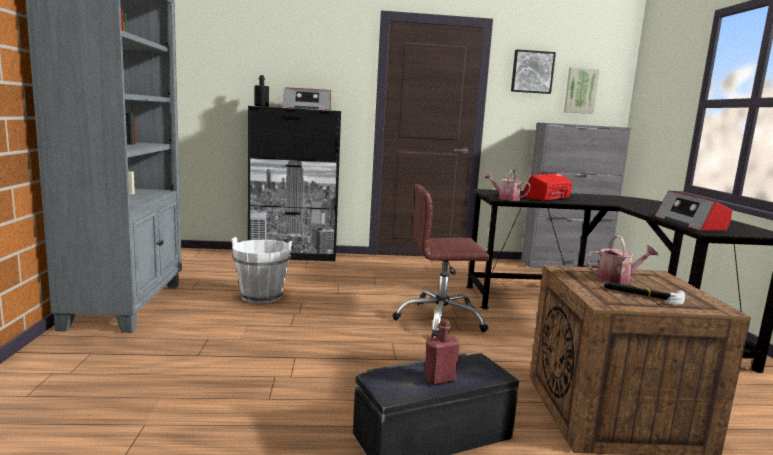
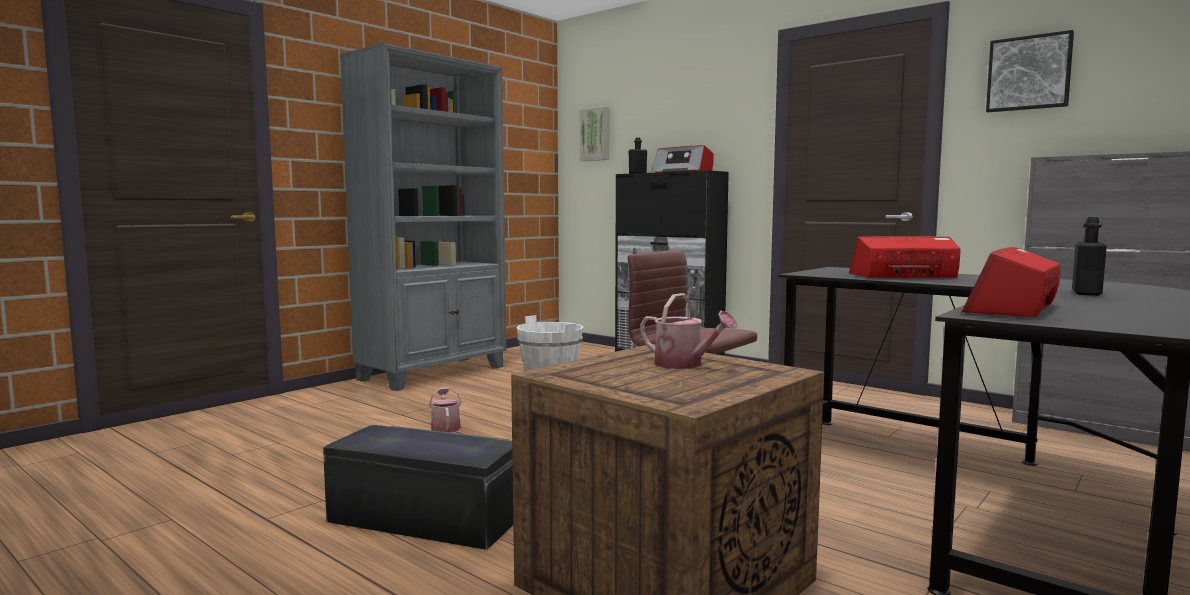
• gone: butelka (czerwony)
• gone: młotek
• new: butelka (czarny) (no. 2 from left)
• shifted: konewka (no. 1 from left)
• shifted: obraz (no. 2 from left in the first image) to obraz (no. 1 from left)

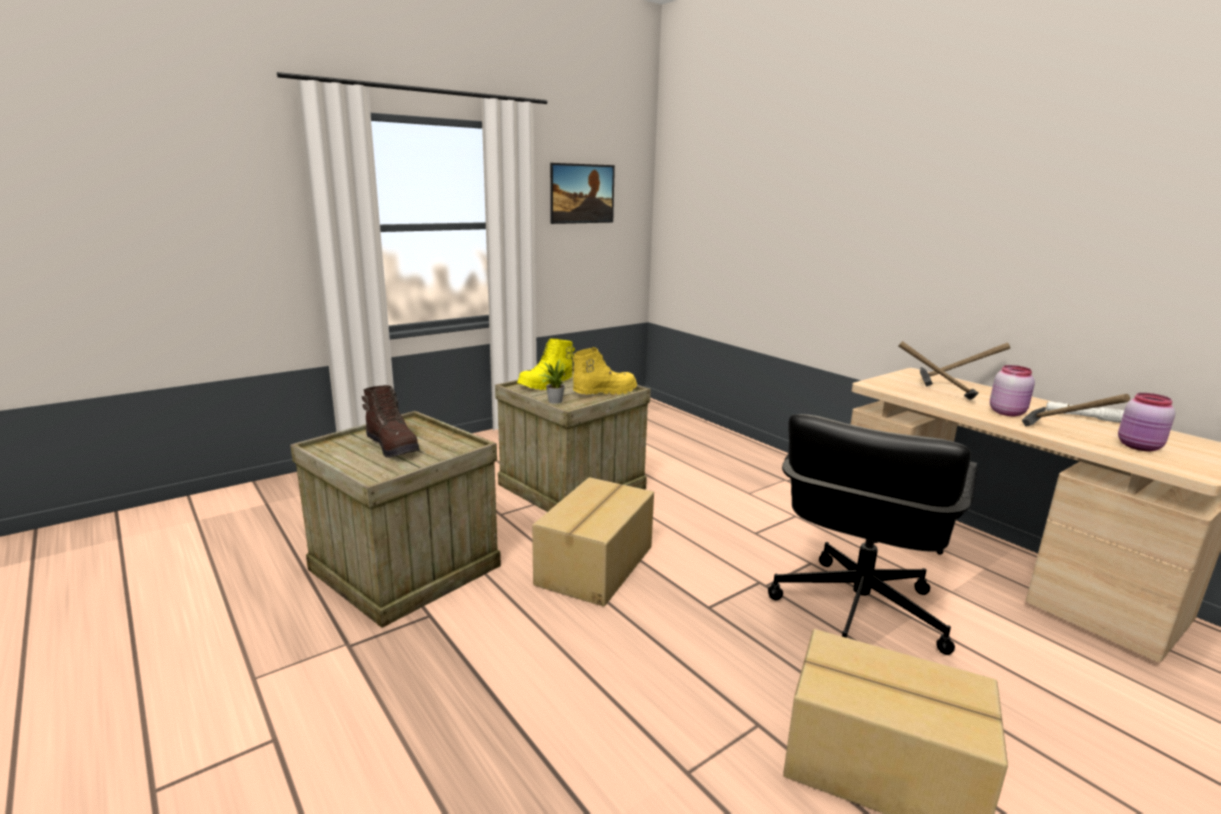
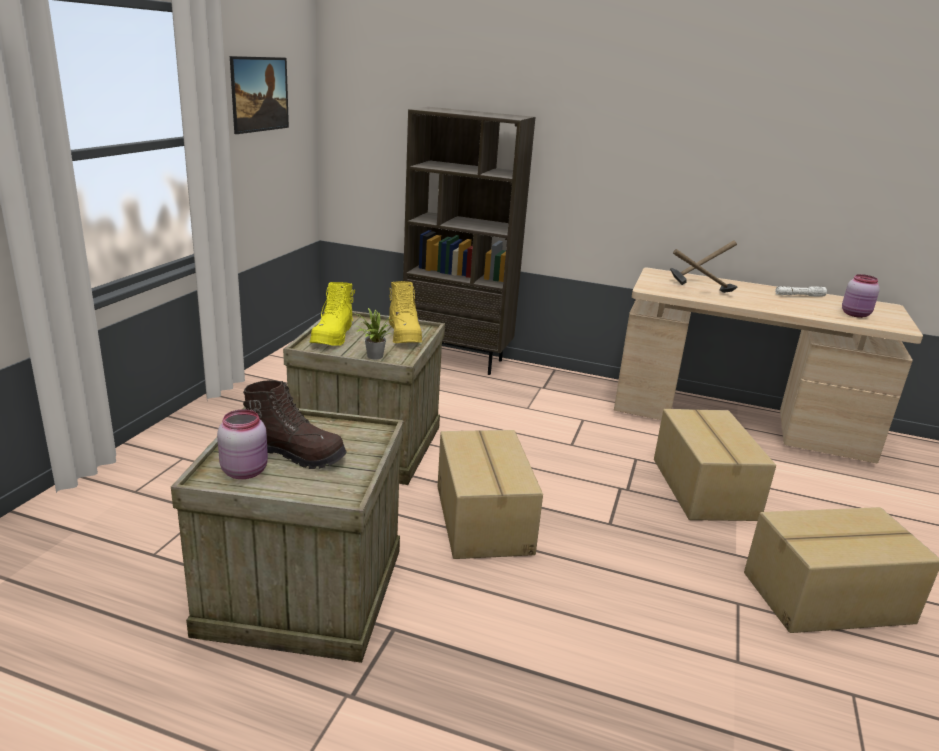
• gone: młotek (no. 3 from left)
• new: regał (brązowy)
• shifted: słoik (różowy) (no. 1 from left)
• swapped: krzesło biurowe (czarny) to karton (no. 2 from left)
• rotated: but z cholewką (żółty) (no. 2 from left) 135 degrees clockwise

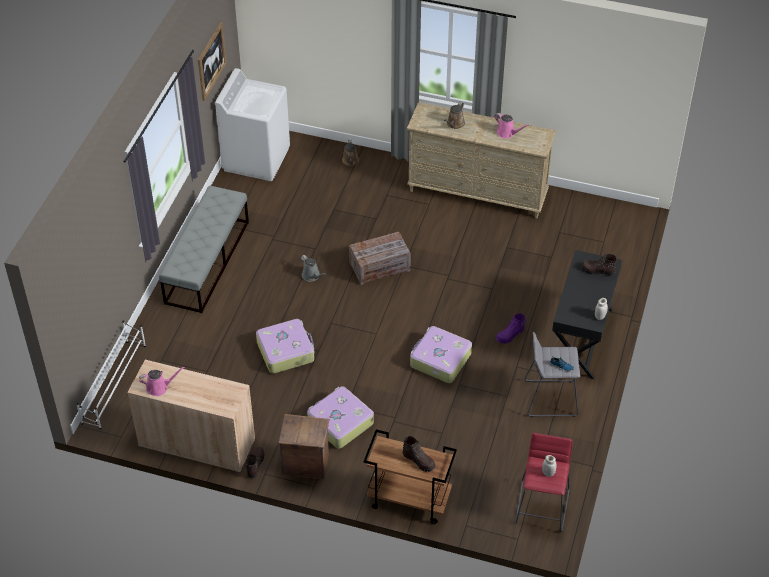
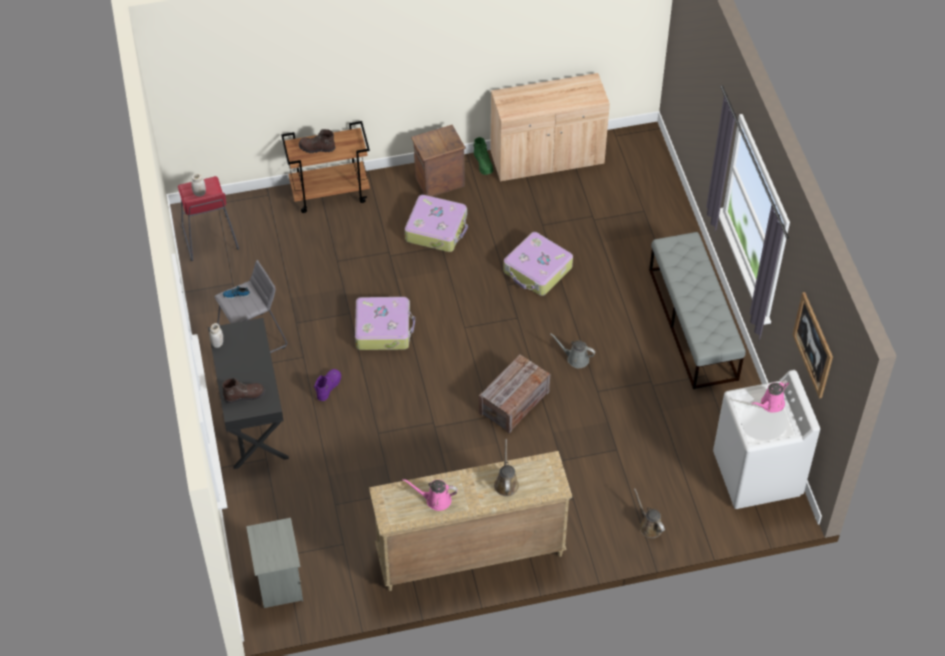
• gone: regał na buty (biały)
• new: szafka nocna (szary)
• shifted: konewka (różowy) (no. 1 from left in the first image) to konewka (różowy) (no. 2 from left)
• repainted: but z cholewką (brązowy) (no. 1 from left) to but z cholewką (zielony)

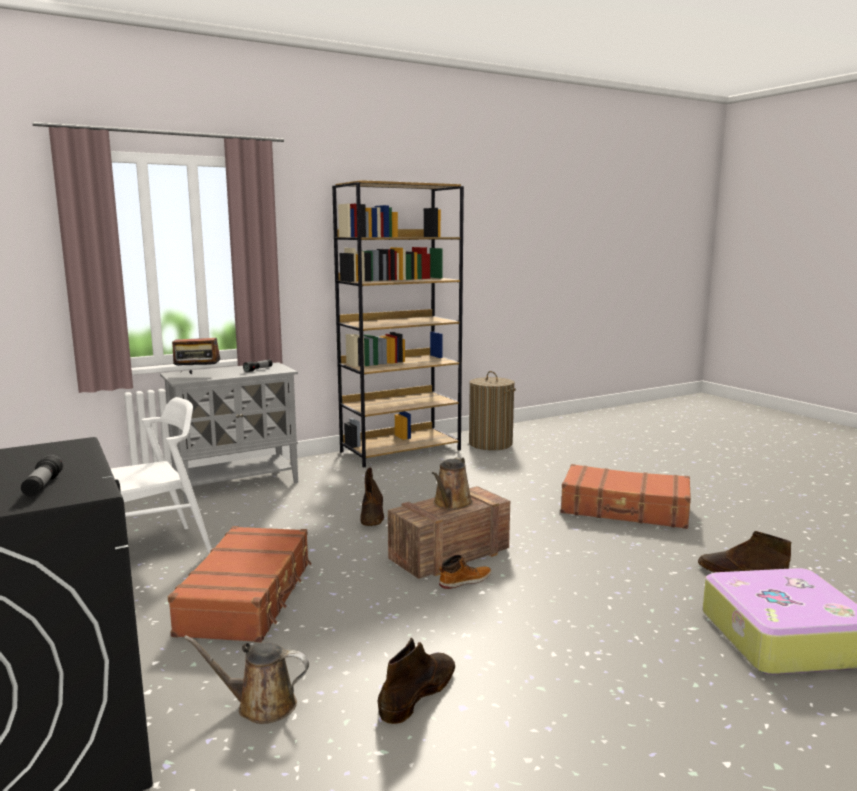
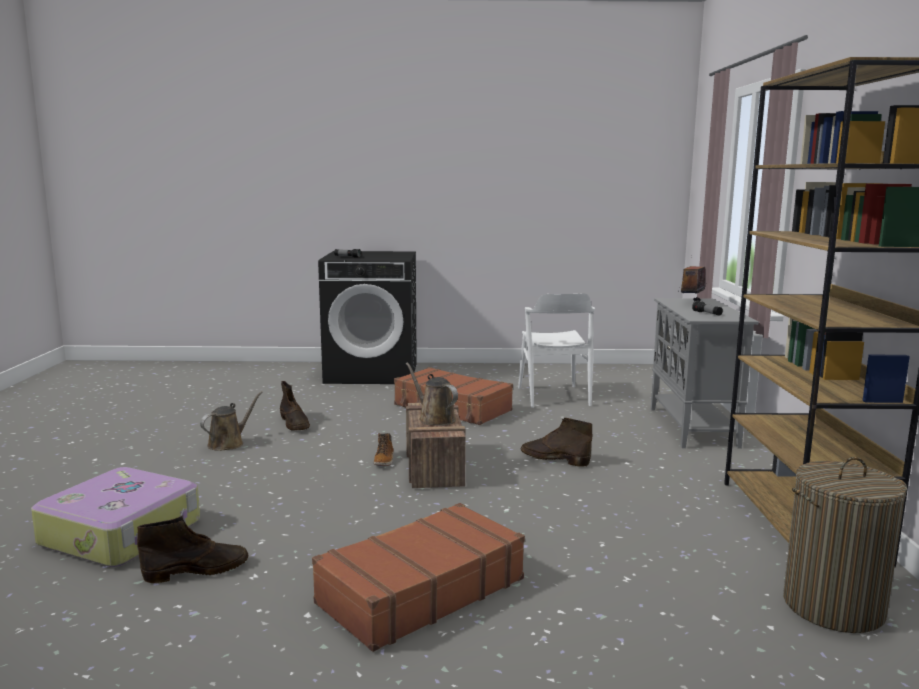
• shifted: konewka (brązowy) (no. 1 from left)

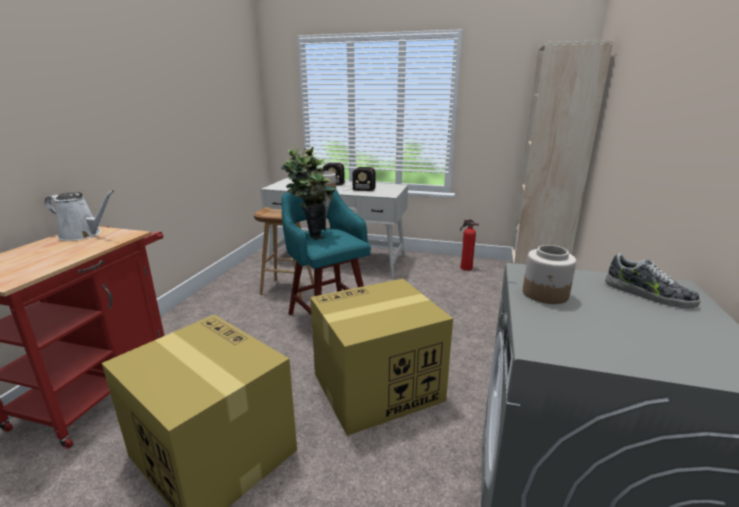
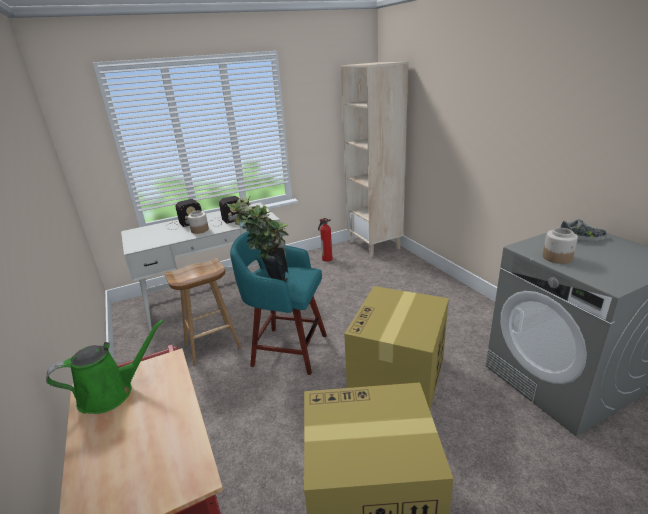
• repainted: konewka (biały) to konewka (zielony)

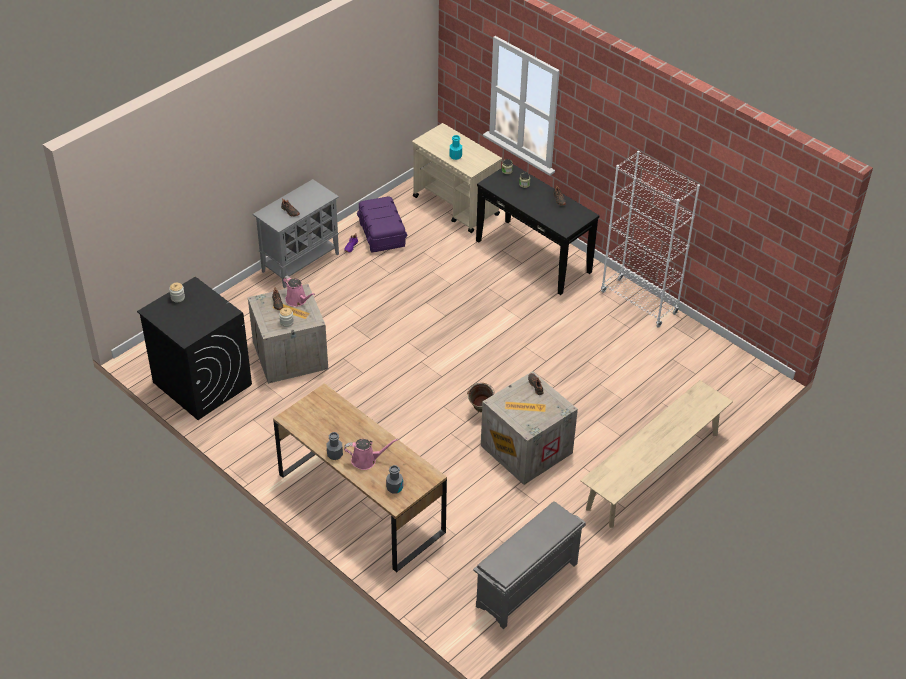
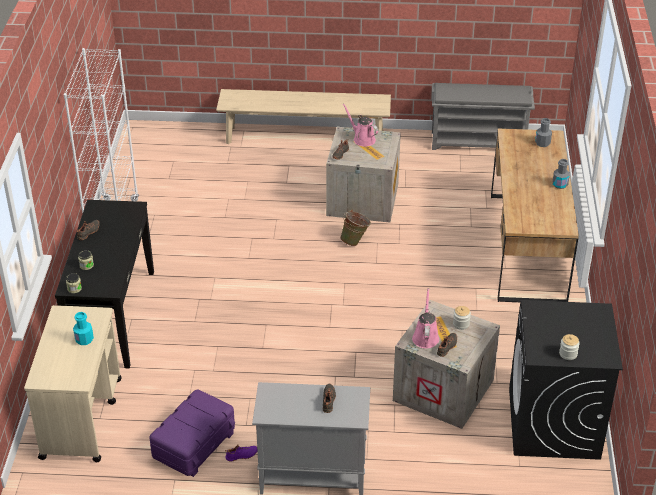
• shifted: konewka (różowy) (no. 2 from left in the first image) to konewka (różowy) (no. 1 from left)

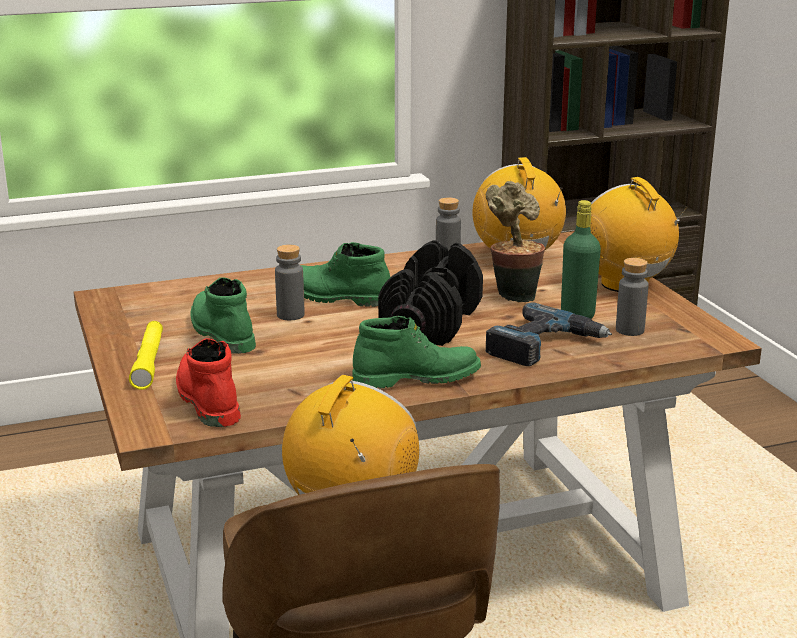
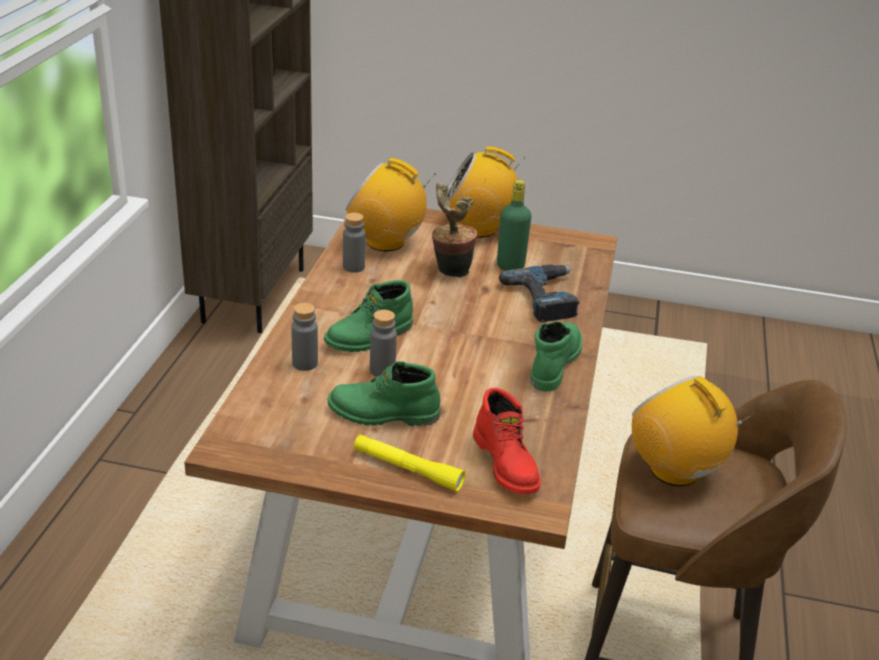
• gone: hantel (czarny)
• shifted: butelka (szary) (no. 3 from left in the first image) to butelka (szary) (no. 1 from left)
• rotated: but z cholewką (czerwony) 120 degrees counterclockwise

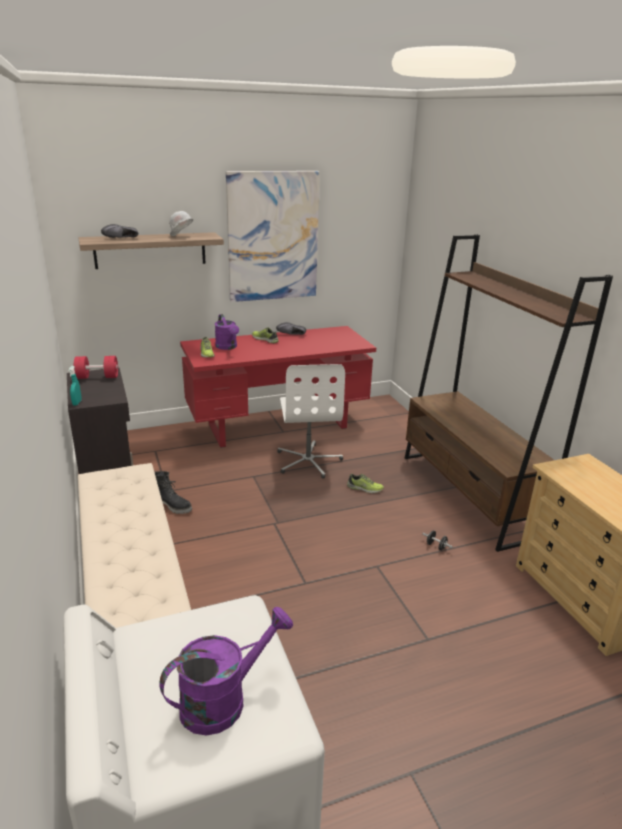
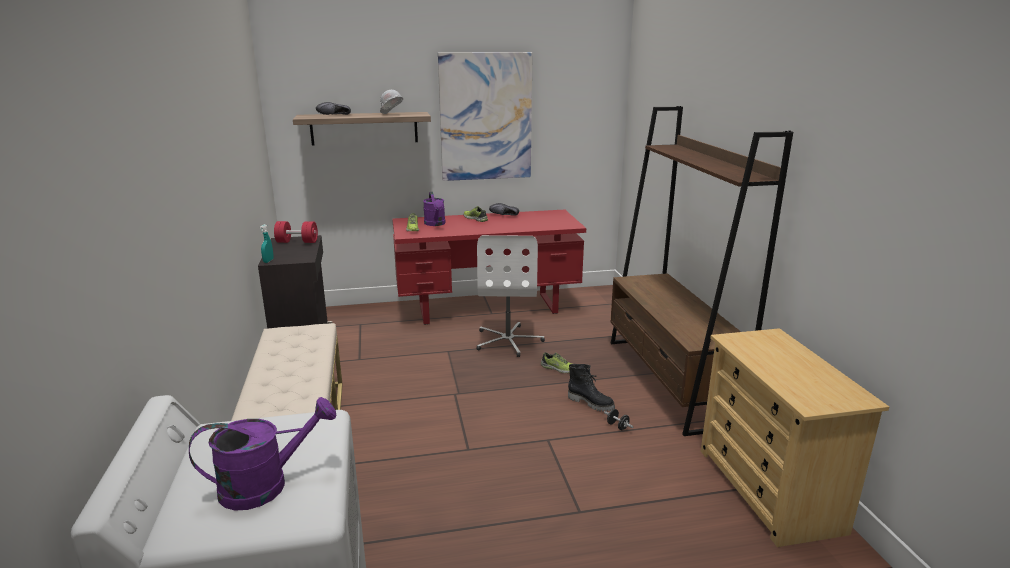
• shifted: but z cholewką (czarny)

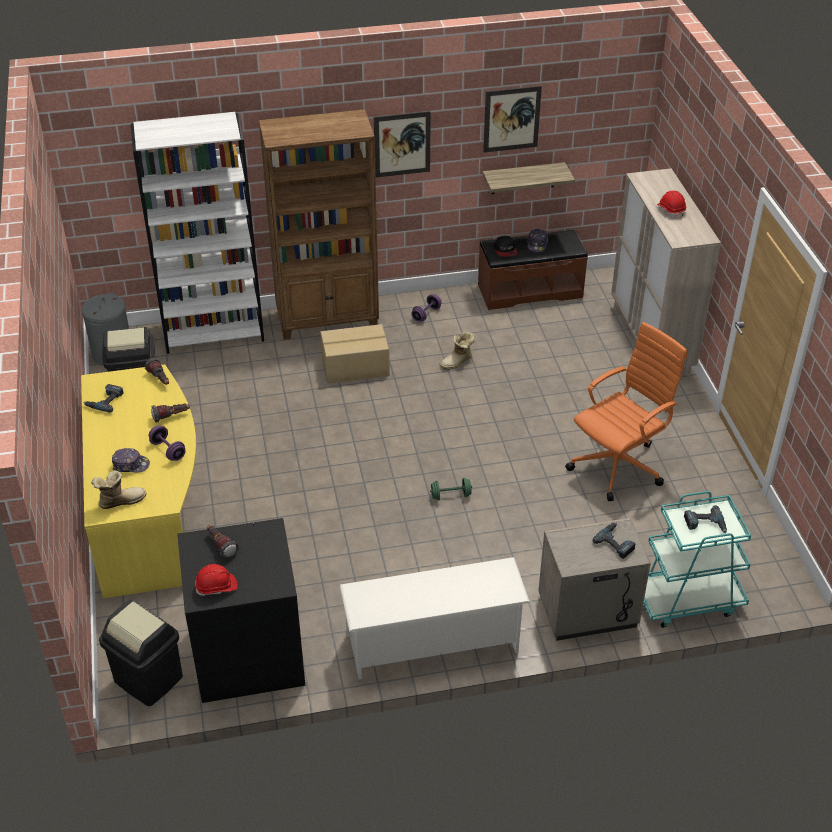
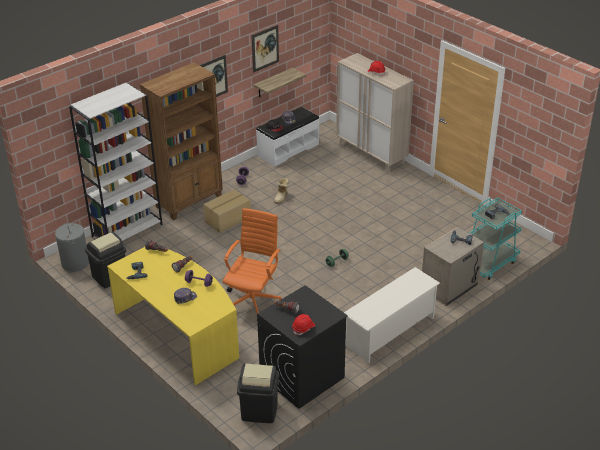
• gone: but z cholewką (no. 1 from left)
• shifted: krzesło biurowe (pomarańczowy)
• repainted: ławka (brązowy) to ławka (biały)

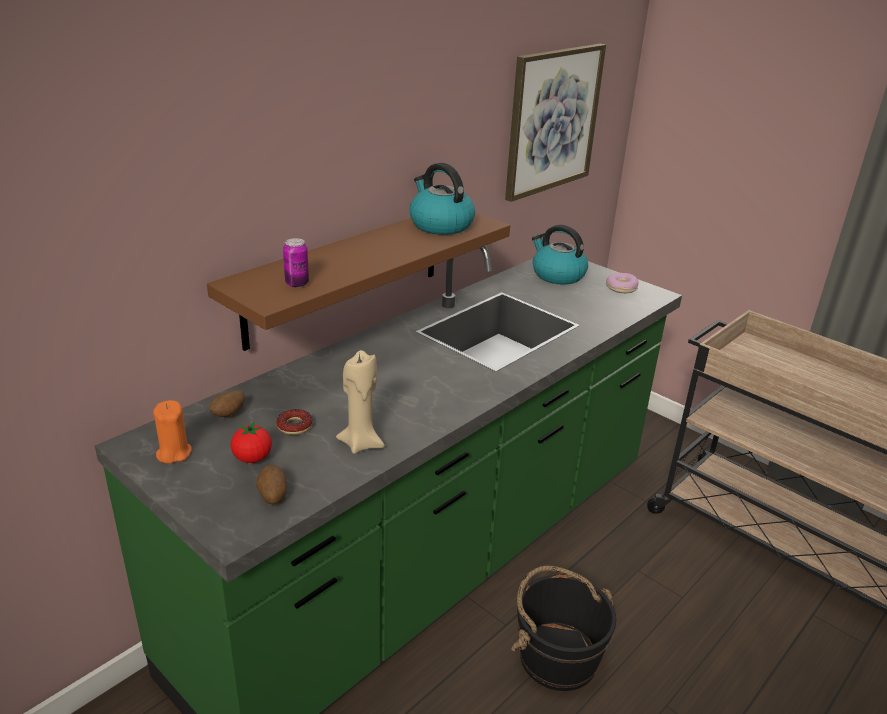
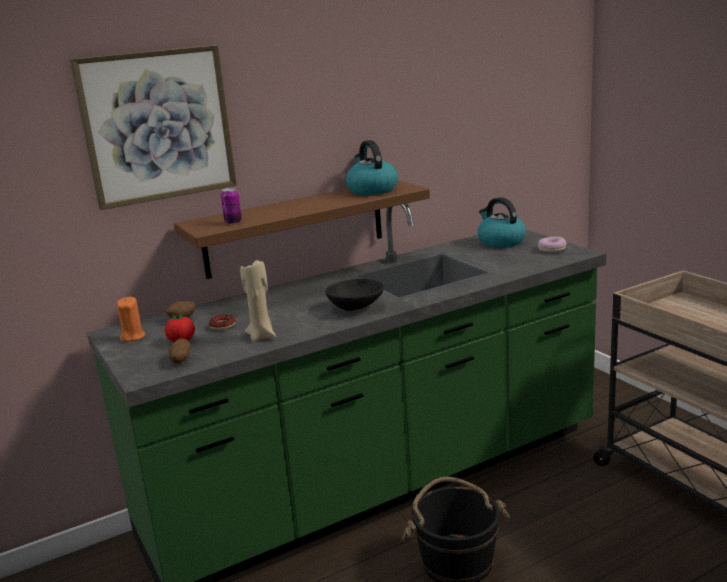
• new: miska (czarny)
• shifted: obraz

